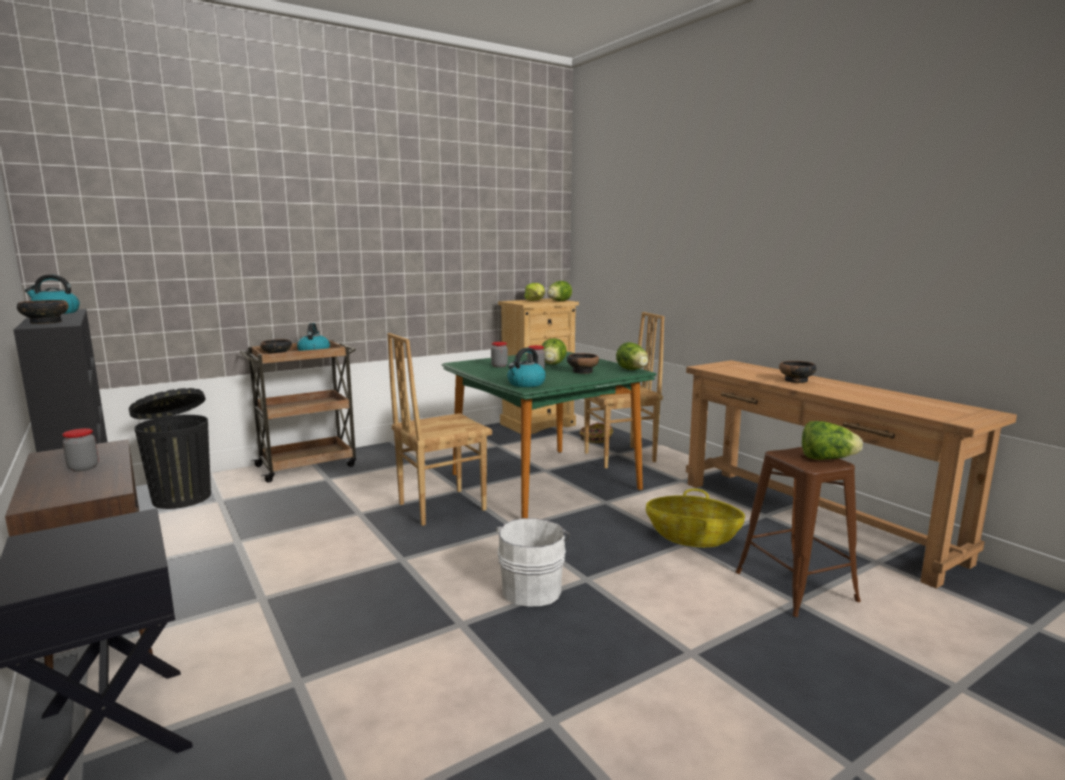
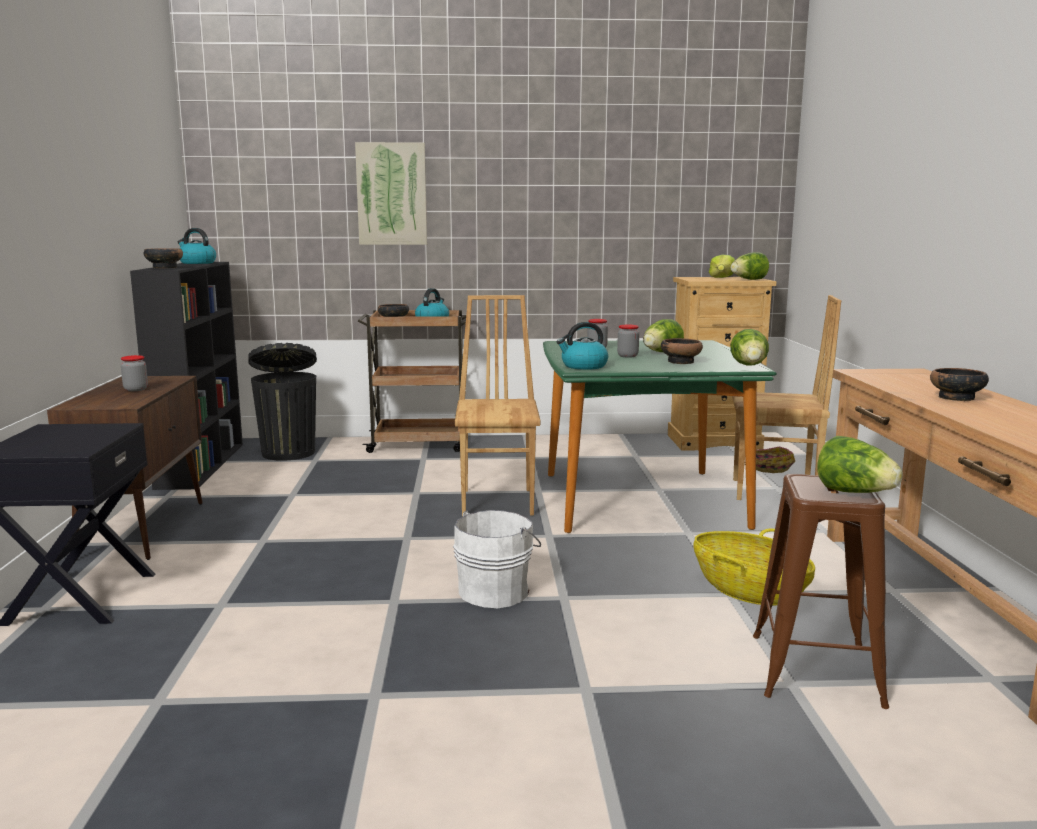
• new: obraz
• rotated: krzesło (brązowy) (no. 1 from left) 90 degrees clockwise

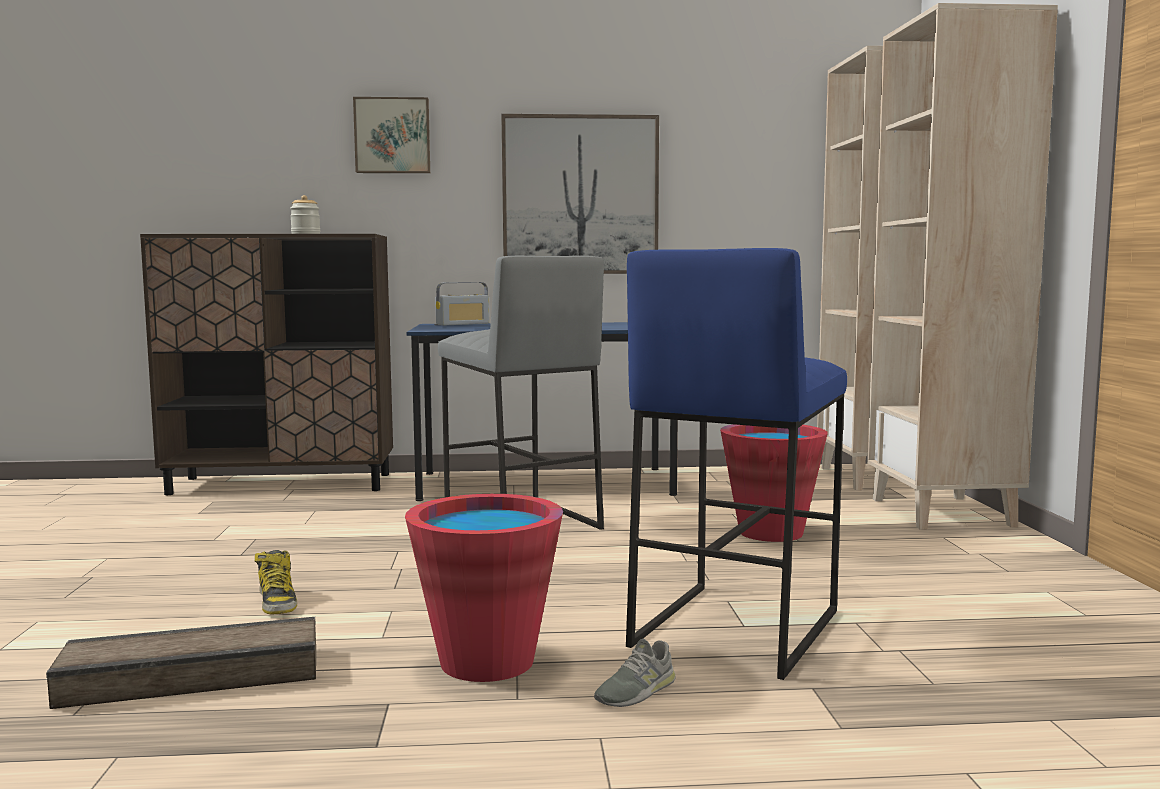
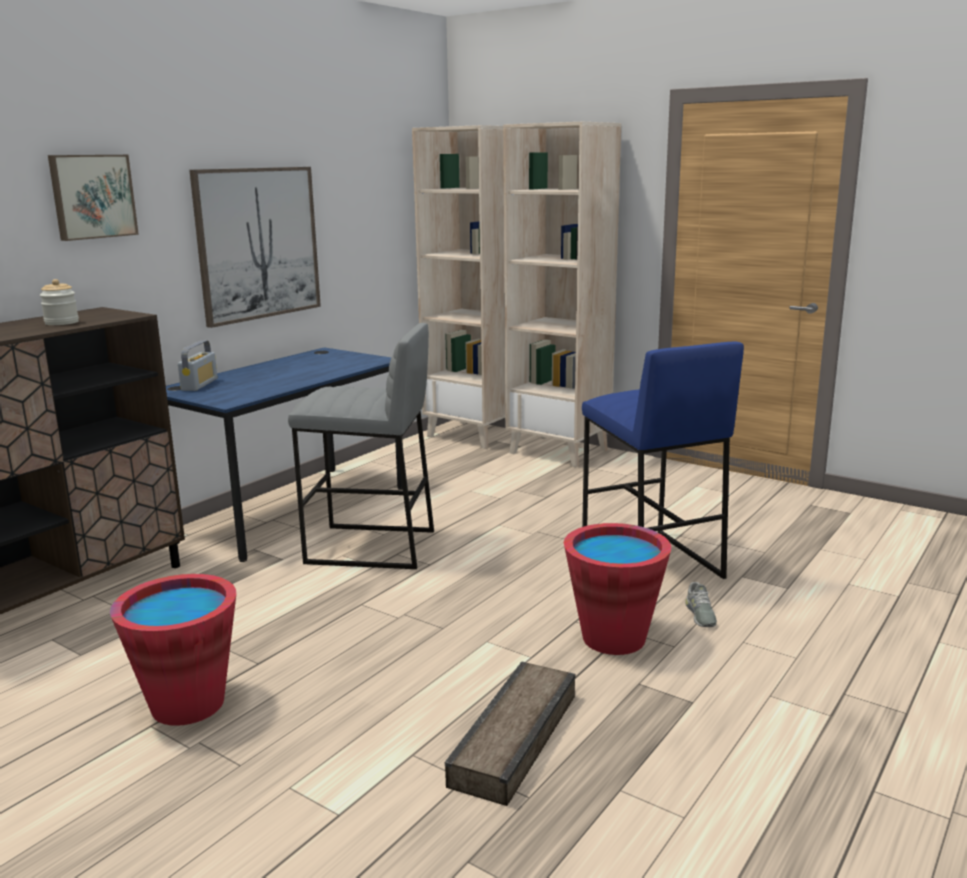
• gone: but z cholewką
• shifted: wiadro (czerwony) (no. 2 from left in the first image) to wiadro (czerwony) (no. 1 from left)

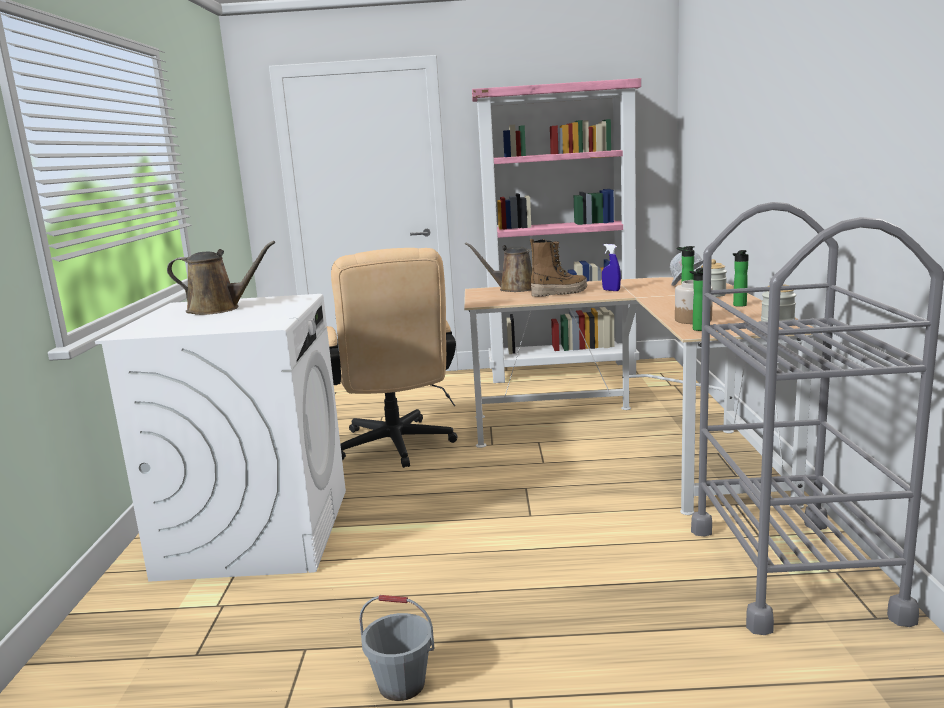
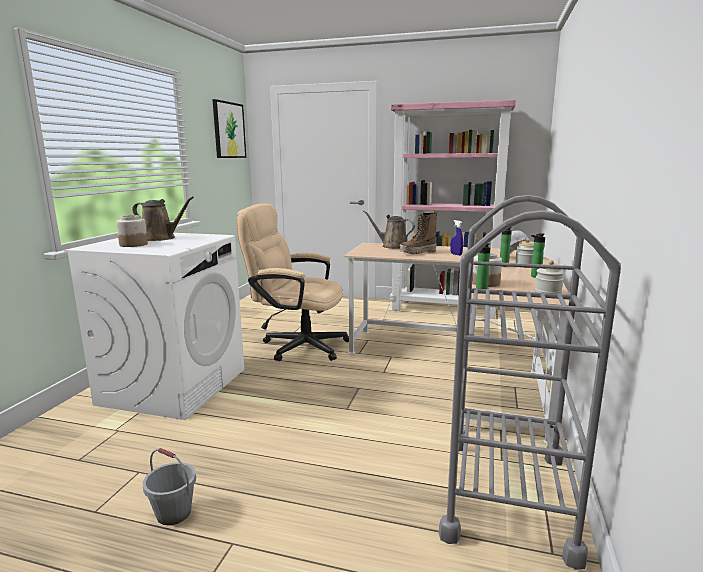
• new: słoik (no. 1 from left)
• new: obraz
• rotated: krzesło biurowe (beżowy) 105 degrees clockwise
• rotated: but z cholewką 150 degrees clockwise

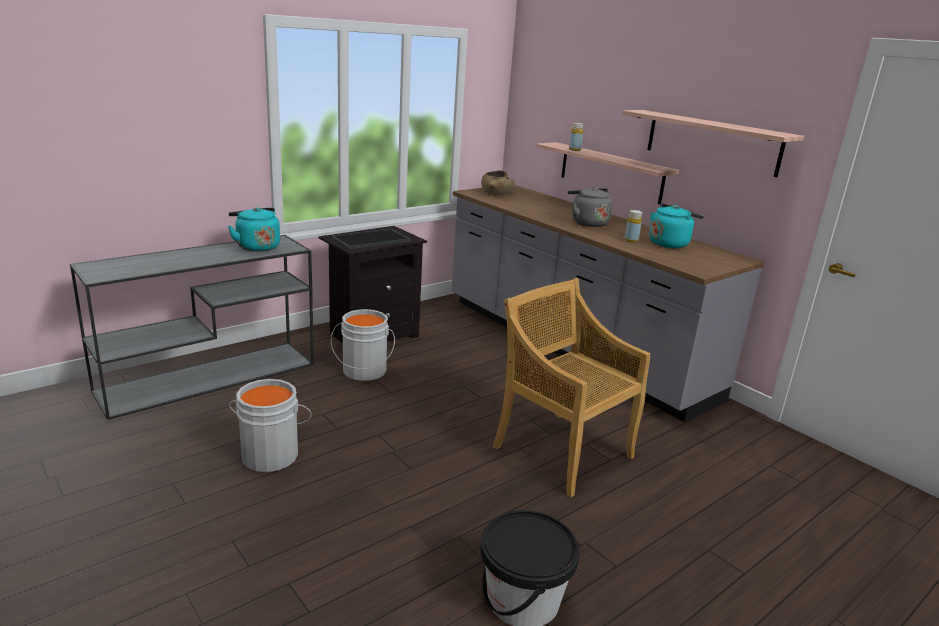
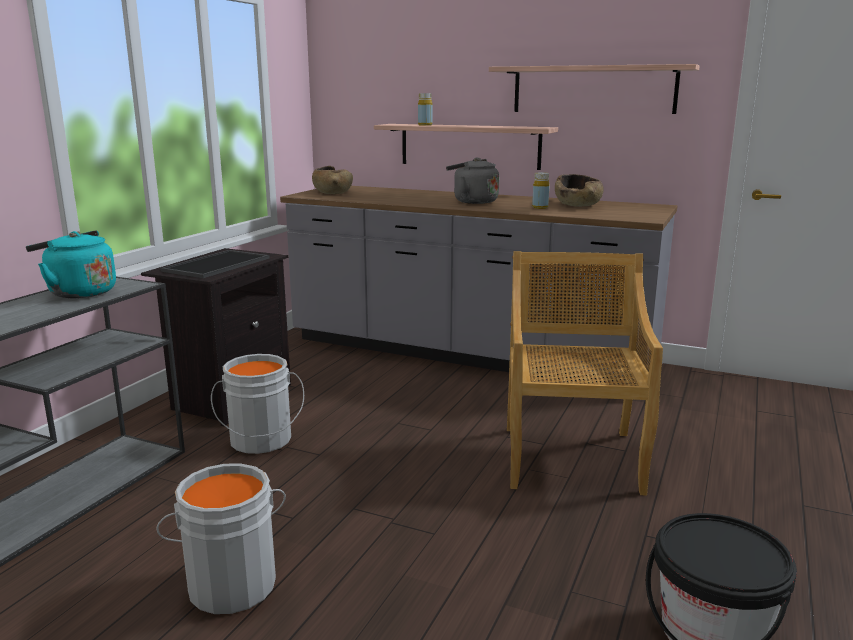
• swapped: czajnik (turkusowy) (no. 2 from left) to miska (brązowy) (no. 2 from left)
• rotated: krzesło (beżowy) 75 degrees clockwise

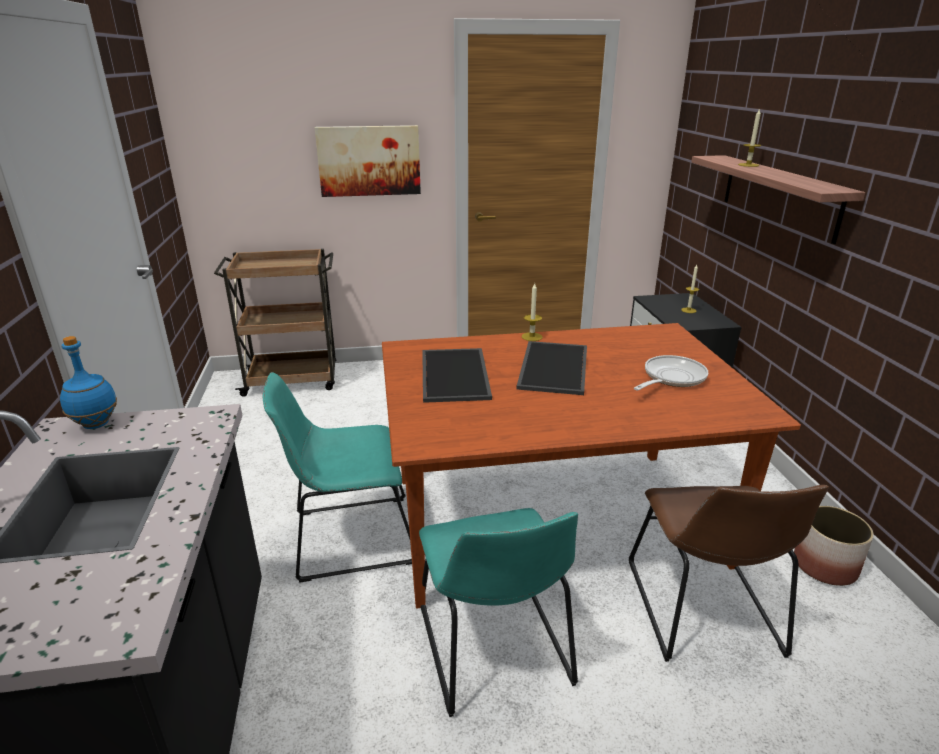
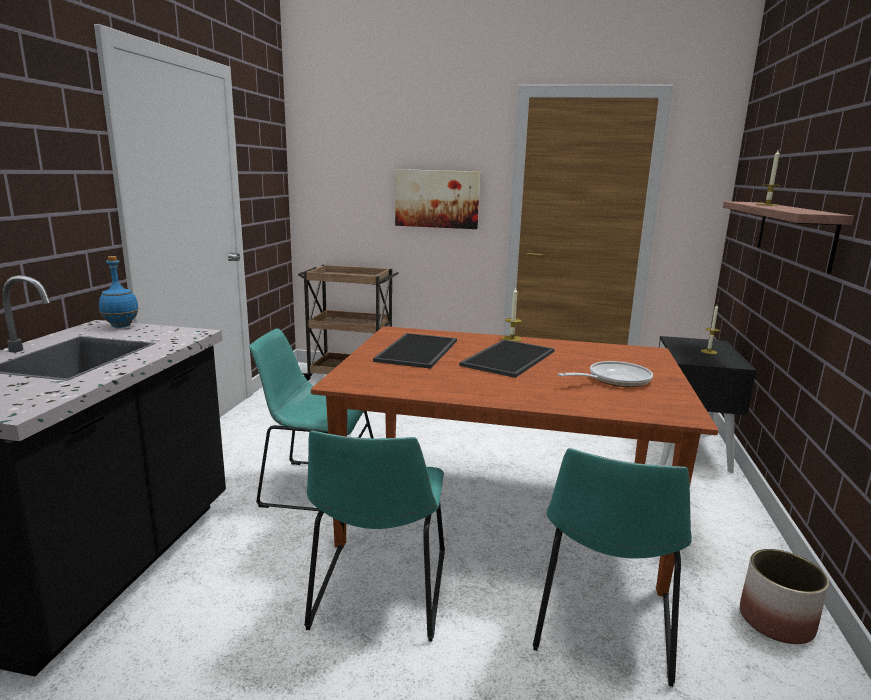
• repainted: krzesło (brązowy) to krzesło (turkusowy) (no. 3 from left)

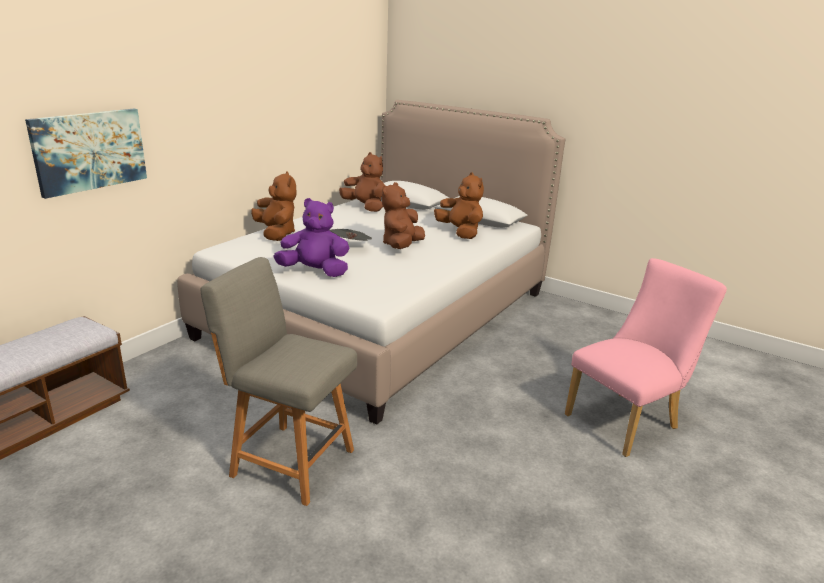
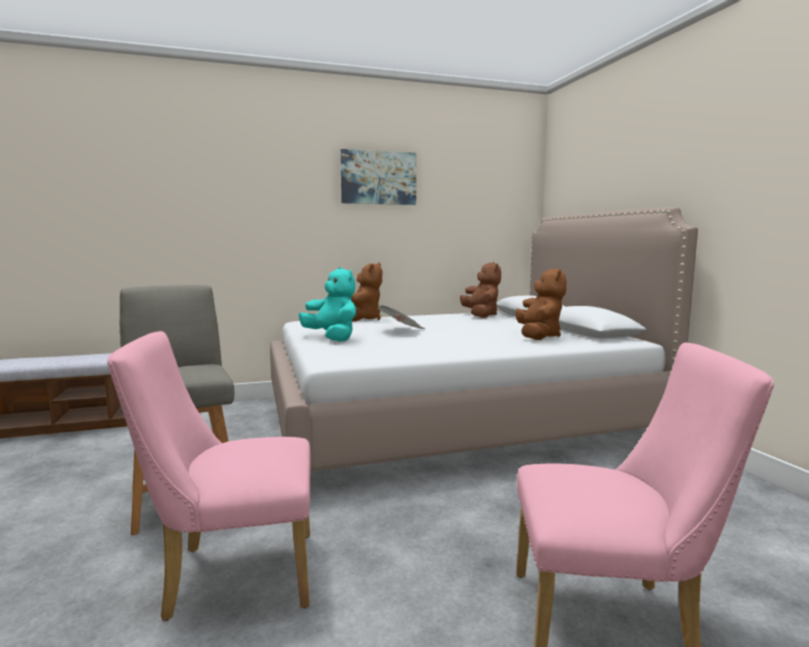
• gone: pluszak (brązowy) (no. 3 from left)
• new: krzesło (różowy) (no. 1 from left)
• shifted: obraz
• repainted: pluszak (fioletowy) to pluszak (turkusowy)

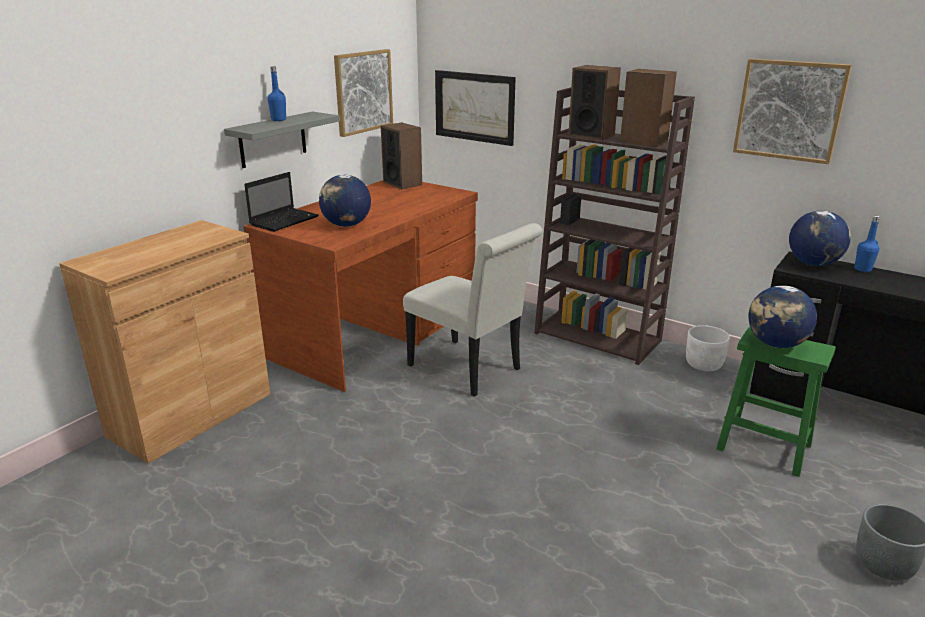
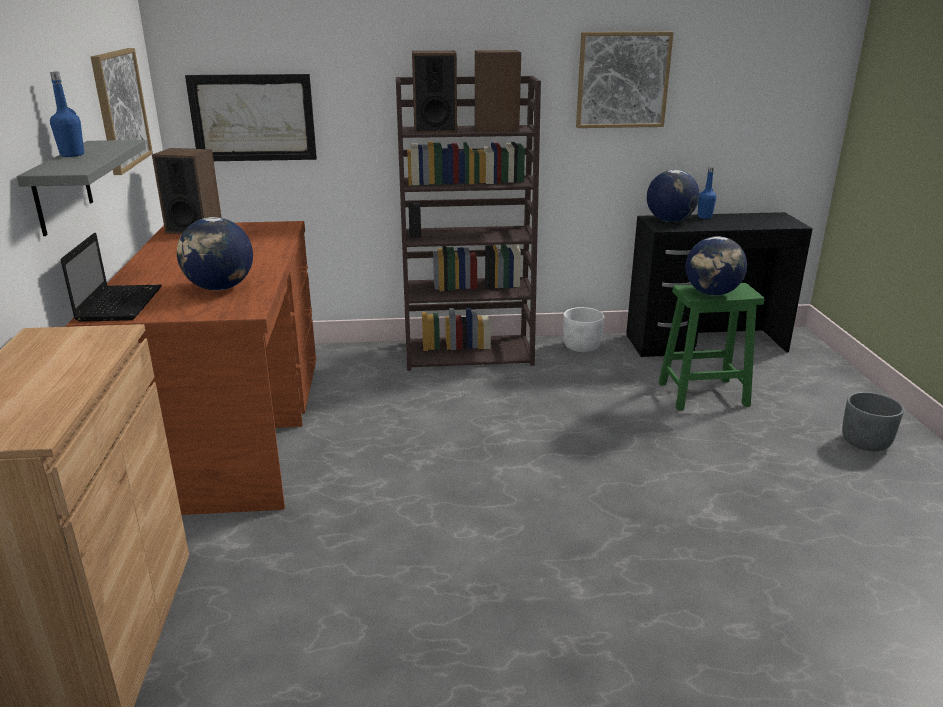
• gone: krzesło (biały)

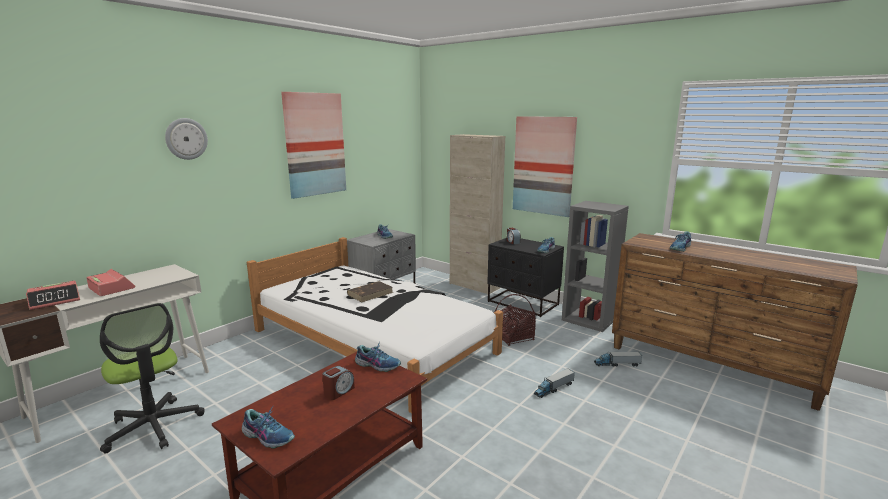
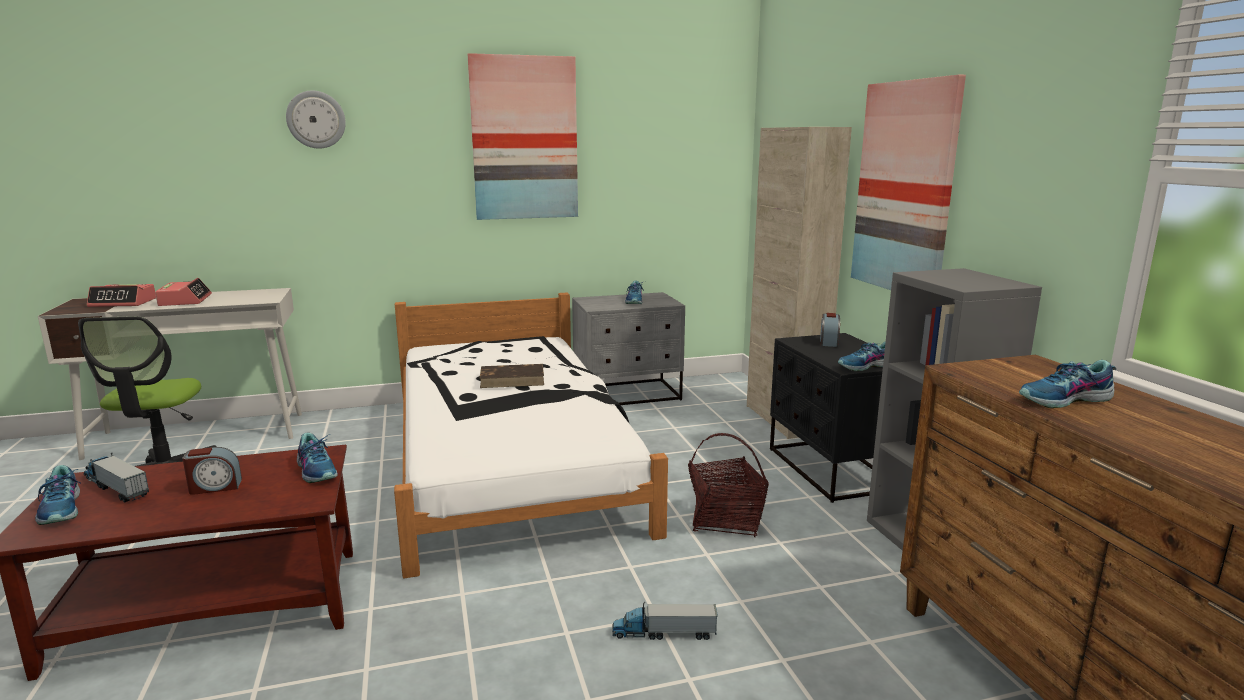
• shifted: ciężarówka zabawkowa (no. 2 from left in the first image) to ciężarówka zabawkowa (no. 1 from left)

